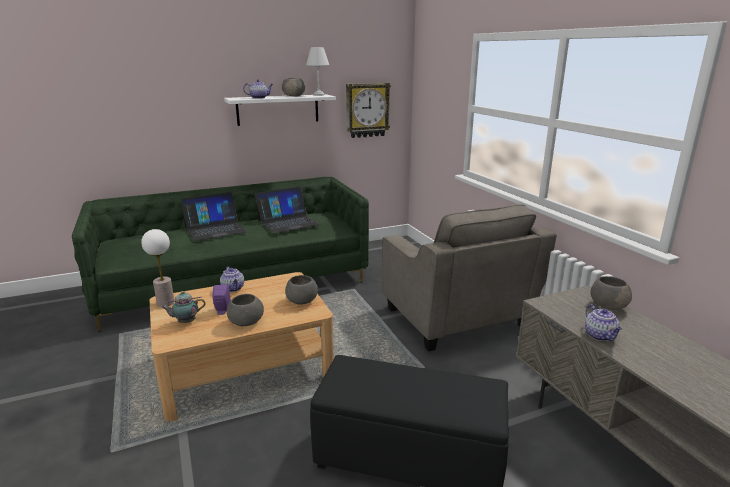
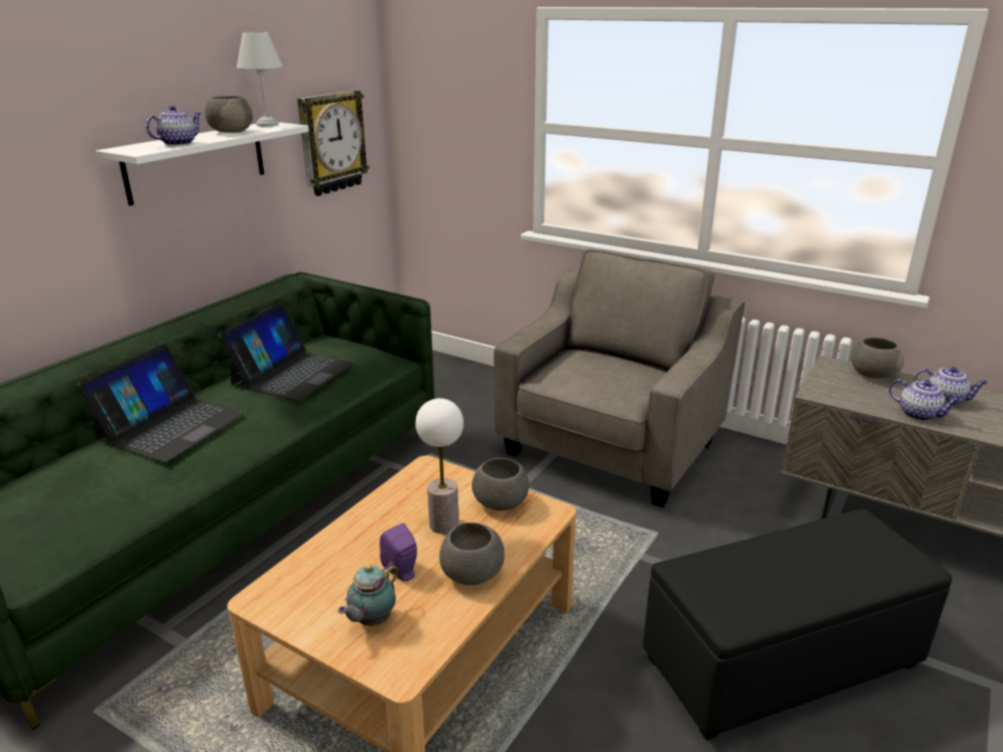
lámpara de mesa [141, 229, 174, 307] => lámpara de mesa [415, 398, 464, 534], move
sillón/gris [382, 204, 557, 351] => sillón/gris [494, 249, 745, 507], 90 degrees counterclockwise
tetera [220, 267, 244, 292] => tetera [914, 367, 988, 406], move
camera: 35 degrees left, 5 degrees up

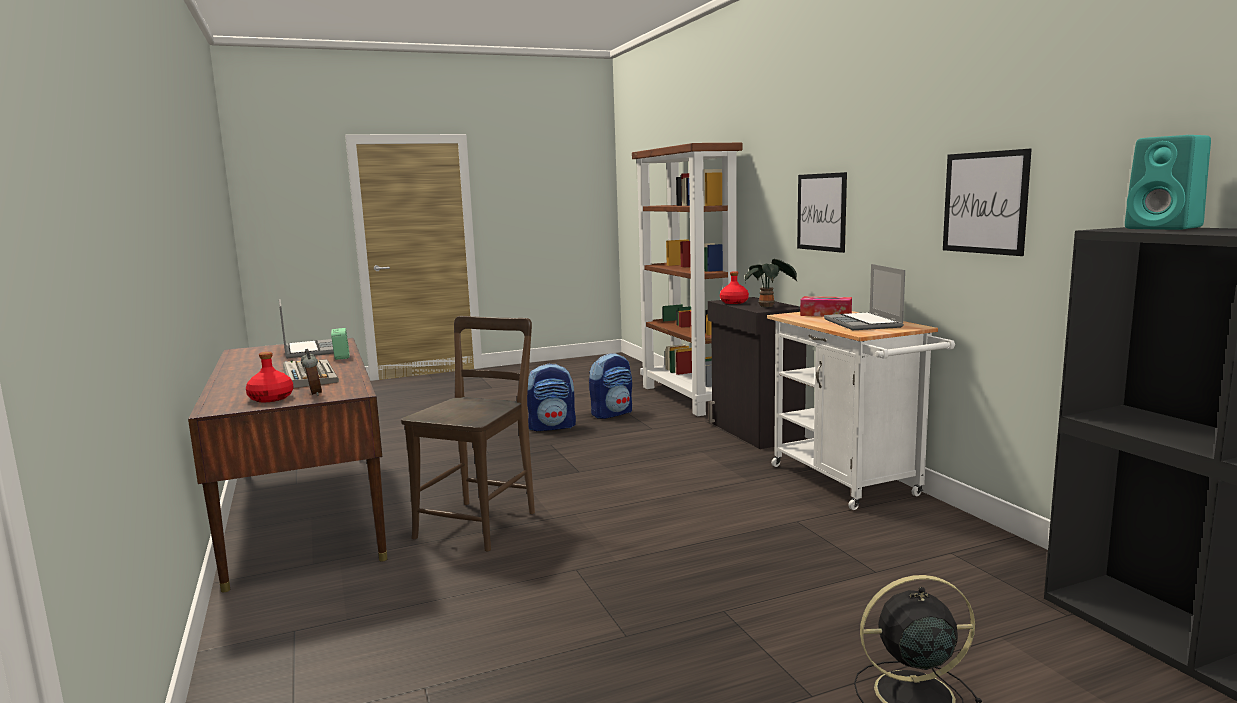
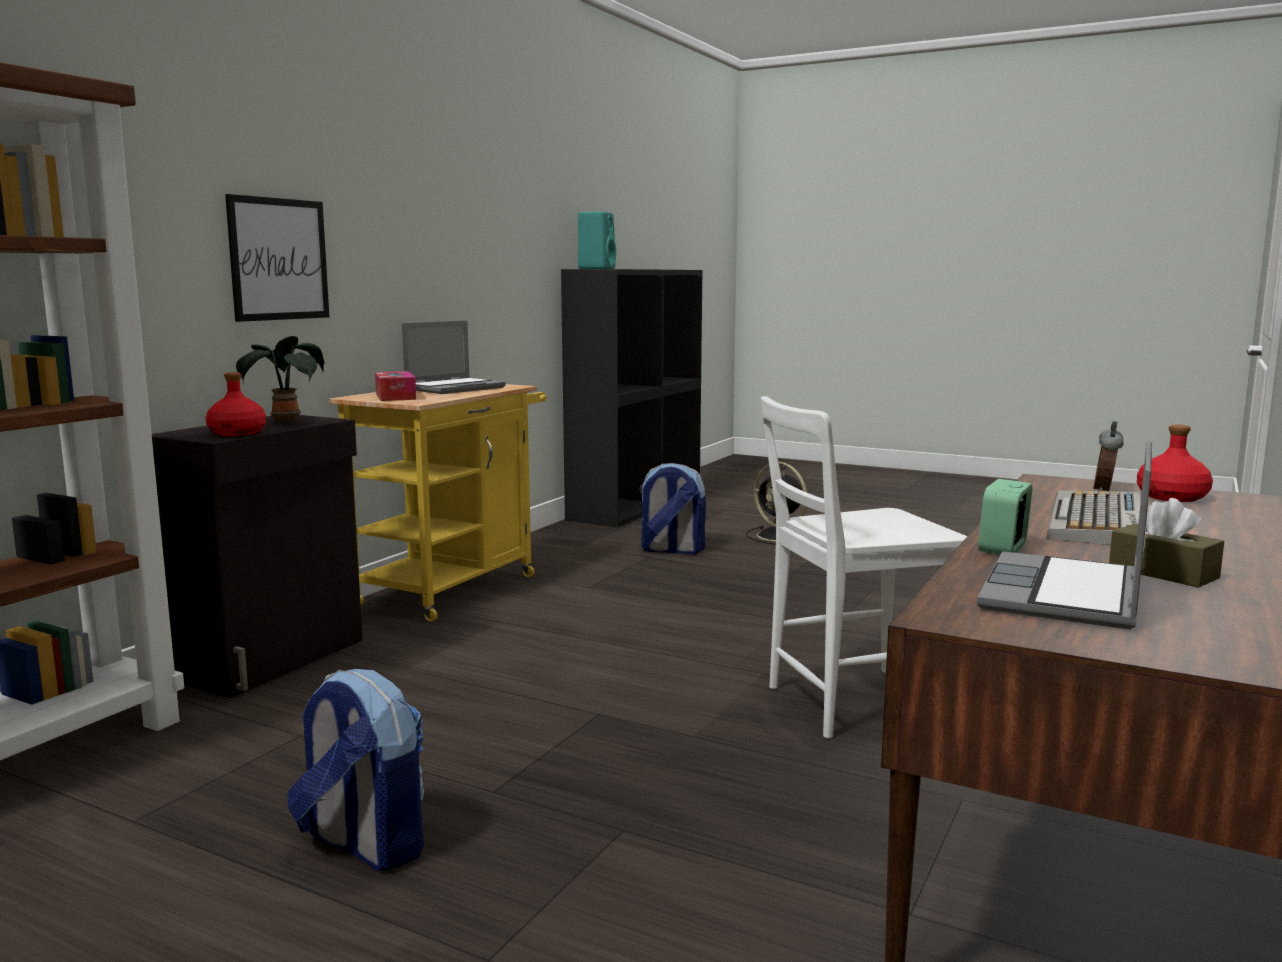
carrito/blanco [767, 311, 955, 510] => carrito/amarillo [329, 384, 547, 621]
mochila [589, 353, 632, 419] => mochila [639, 463, 706, 555], move
silla/marrón [401, 316, 535, 551] => silla/blanco [760, 396, 967, 738]
nothing => caja de pañuelos/marrón [1109, 498, 1224, 588]
cuadro [943, 149, 1032, 256] => nothing
camera: 130 degrees left, 0 degrees up

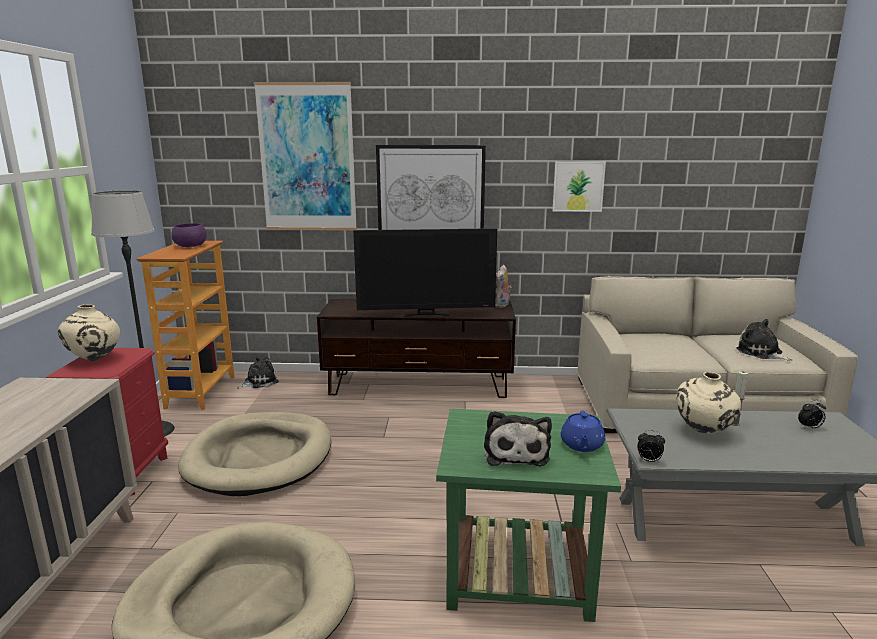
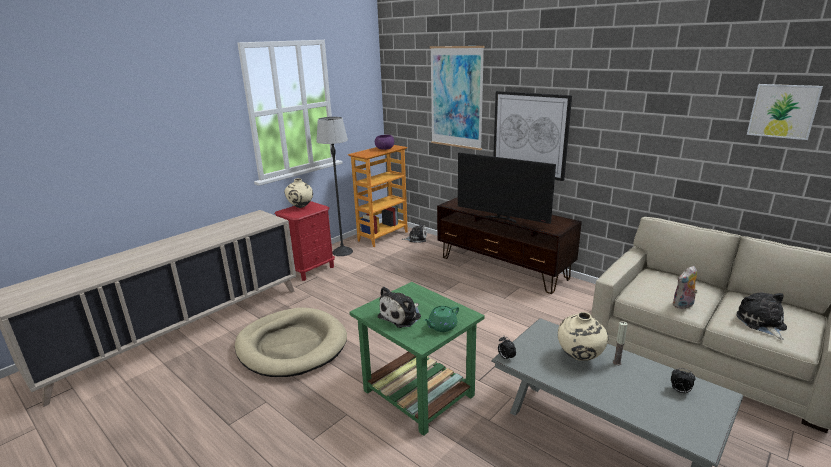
tetera/azul [561, 411, 605, 452] => tetera/verde [424, 306, 459, 332]
peluche [495, 265, 512, 308] => peluche [672, 266, 697, 309], move
cuadro [553, 161, 606, 212] => cuadro [747, 84, 823, 140], move
cama para perro/beis [178, 412, 331, 496] => nothing
camera: 40 degrees right, 5 degrees up

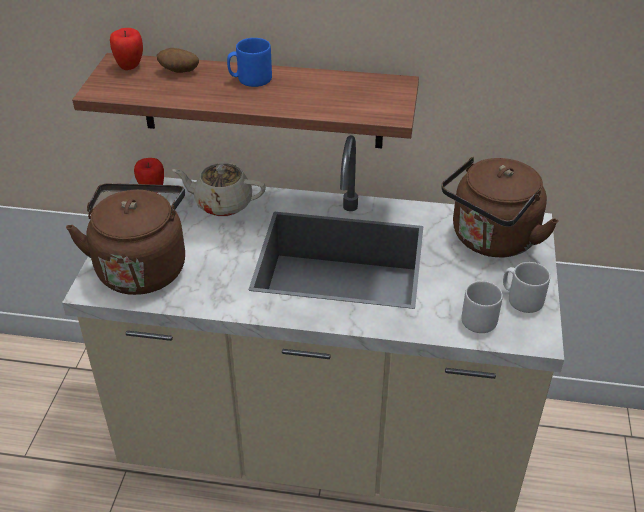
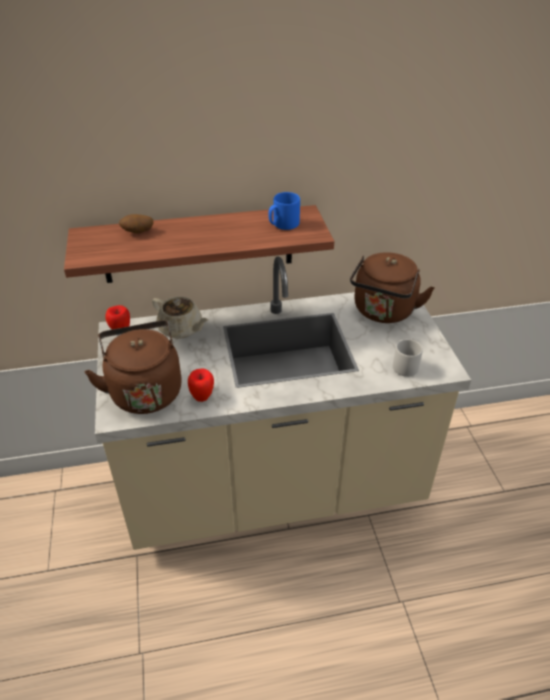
tetera/beis [173, 163, 266, 216] => tetera/beis [152, 297, 208, 338], 135 degrees counterclockwise
manzana [110, 28, 143, 70] => manzana [188, 368, 214, 402], move
taza grande/azul [227, 38, 272, 87] => taza grande/azul [269, 192, 300, 230], move
taza grande/gris [503, 262, 550, 313] => nothing
camera: 20 degrees left, 0 degrees up

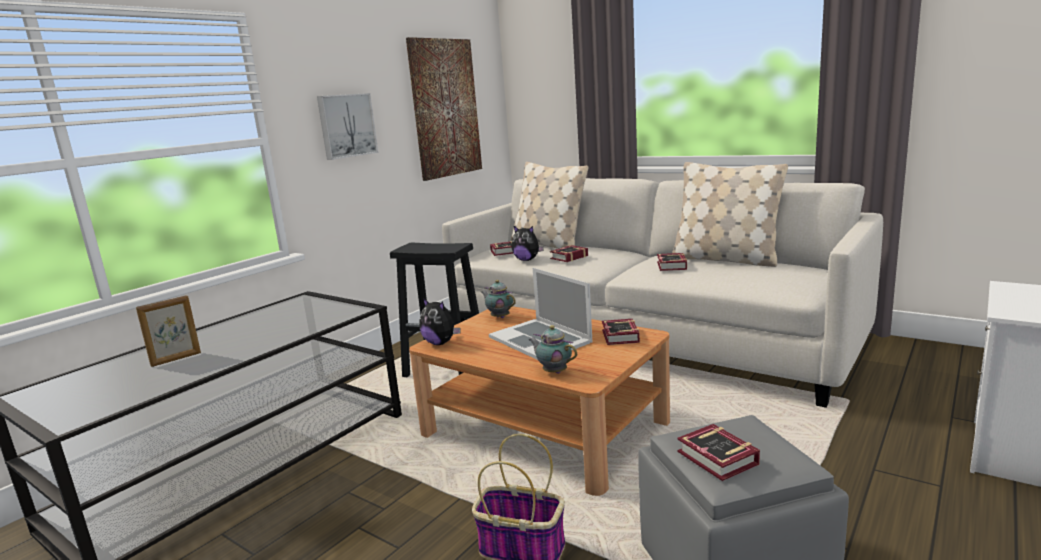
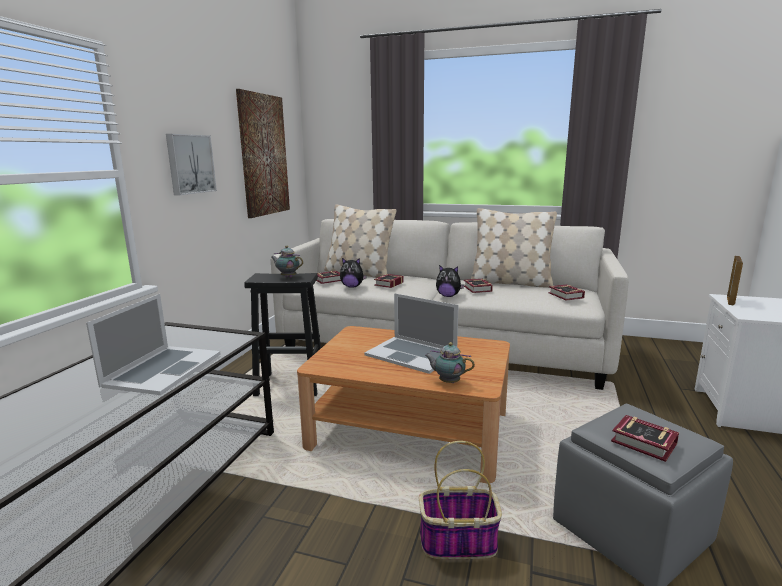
nothing => portátil [86, 294, 220, 395]
tetera [481, 280, 516, 318] => tetera [271, 246, 303, 278], move
peluche [419, 298, 460, 345] => peluche [436, 265, 464, 297], move
libro [602, 319, 640, 345] => libro [549, 284, 585, 301], move
portarretratos [136, 295, 201, 367] => portarretratos [727, 256, 743, 305], move
camera: 20 degrees left, 0 degrees up

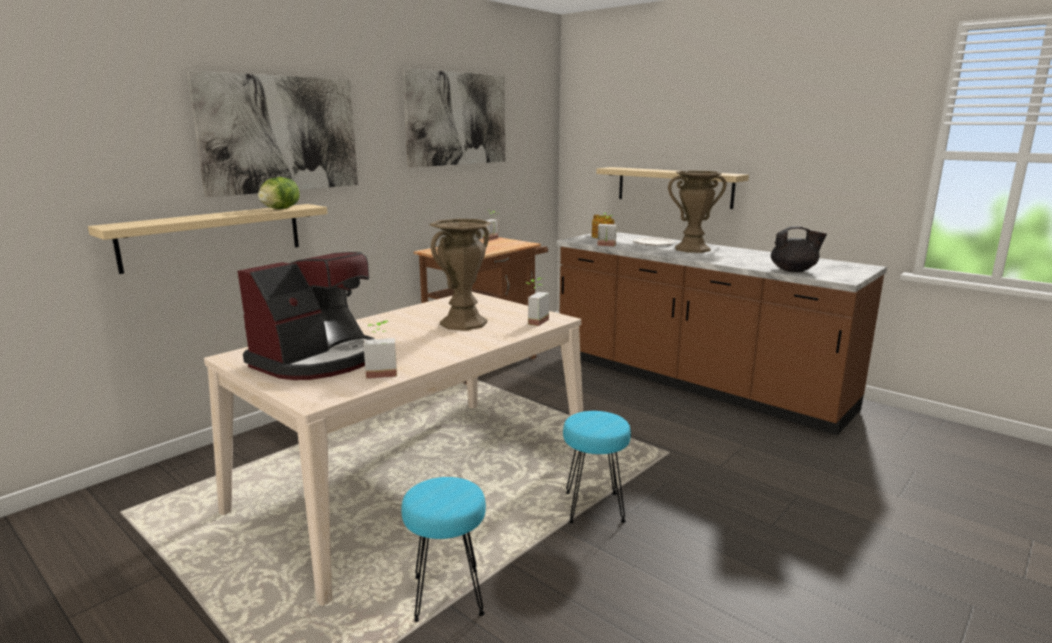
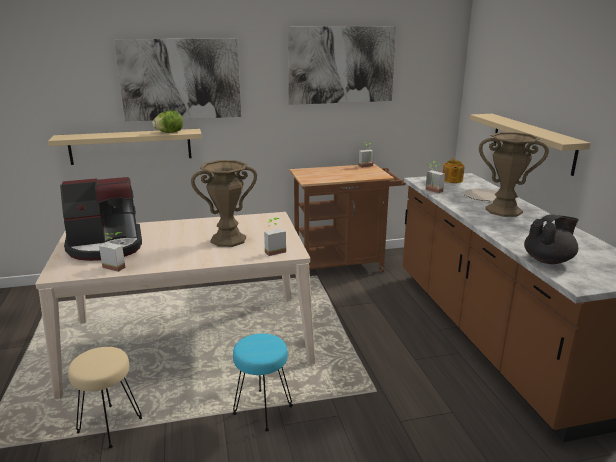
taburete/turquesa [401, 477, 486, 622] => taburete/beis [68, 347, 142, 449]
tetera/negro [771, 226, 827, 272] => tetera/negro [524, 214, 579, 264], 75 degrees counterclockwise
camera: 35 degrees right, 5 degrees up

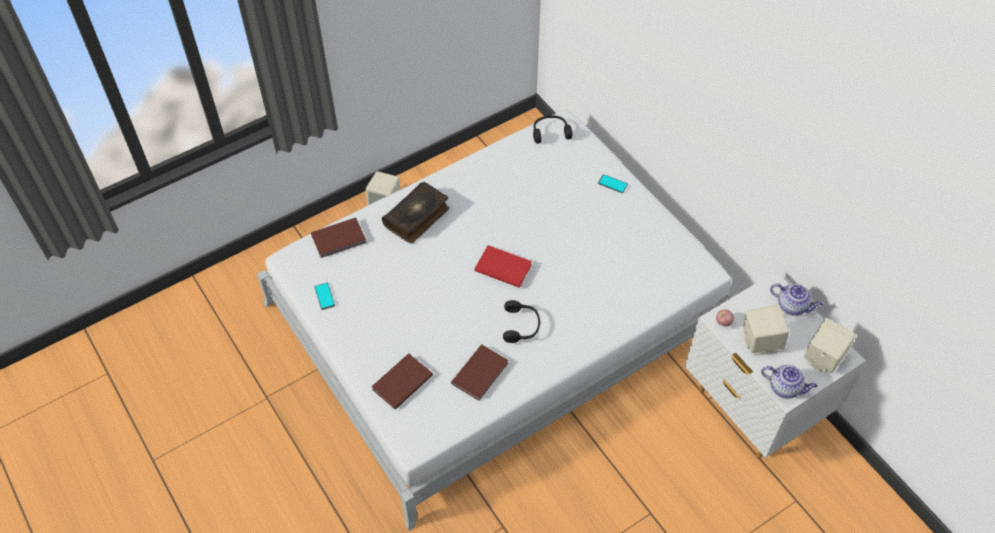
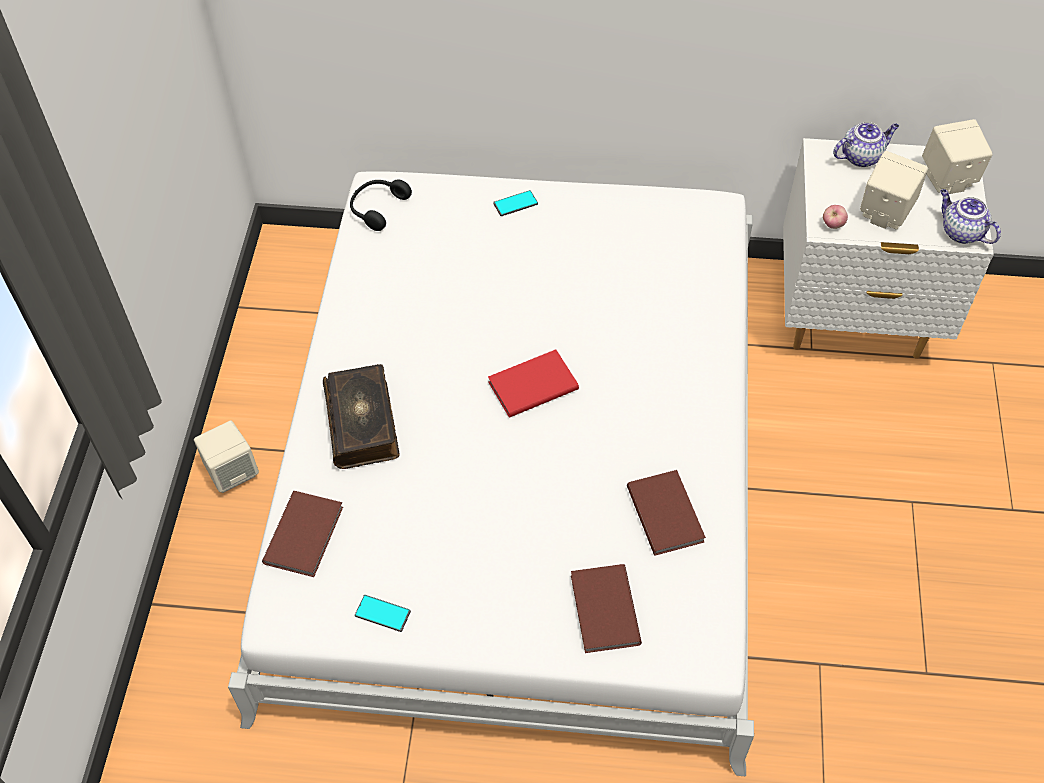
tetera [761, 365, 817, 399] => tetera [940, 189, 1001, 244], 105 degrees counterclockwise
auriculares/negro [503, 300, 540, 343] => nothing
camera: 50 degrees left, 0 degrees up

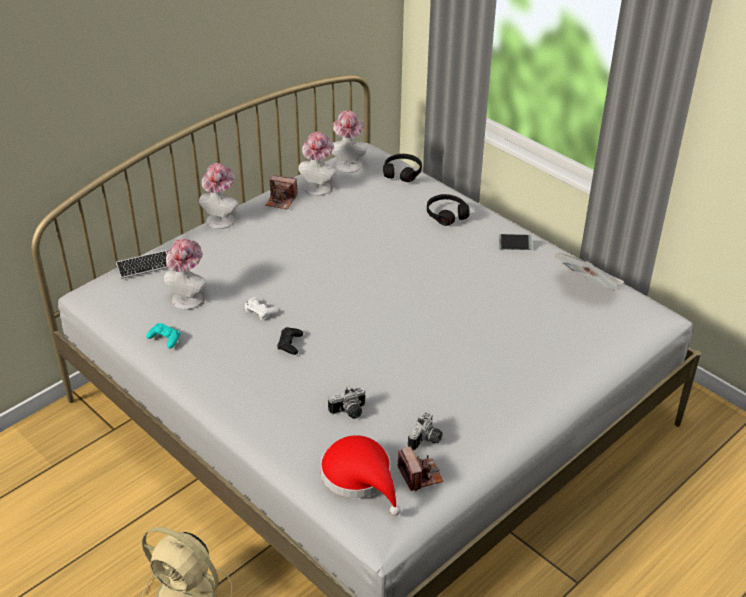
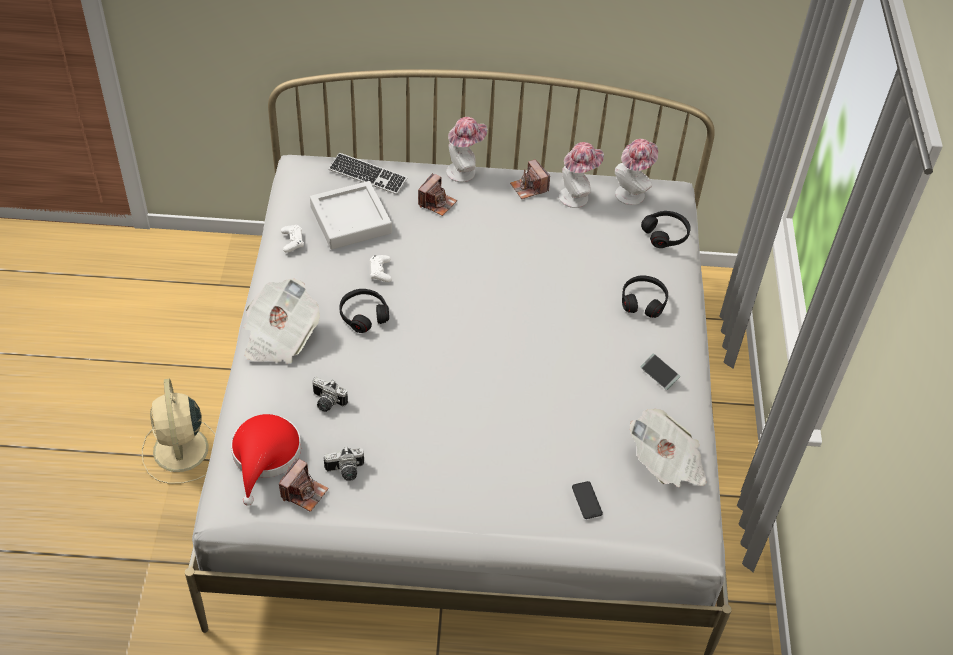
nothing => periódico [244, 279, 320, 364]
mando de consola/turquesa [146, 323, 181, 349] => mando de consola/blanco [281, 225, 304, 252]
sombrero [164, 239, 207, 310] => bandeja/gris [310, 181, 392, 249]
mando de consola/negro [277, 327, 303, 355] => auriculares/negro [339, 289, 389, 333]
nothing => cámara [418, 173, 457, 216]
nothing => móvil [572, 481, 603, 519]
camera: 45 degrees right, 10 degrees up

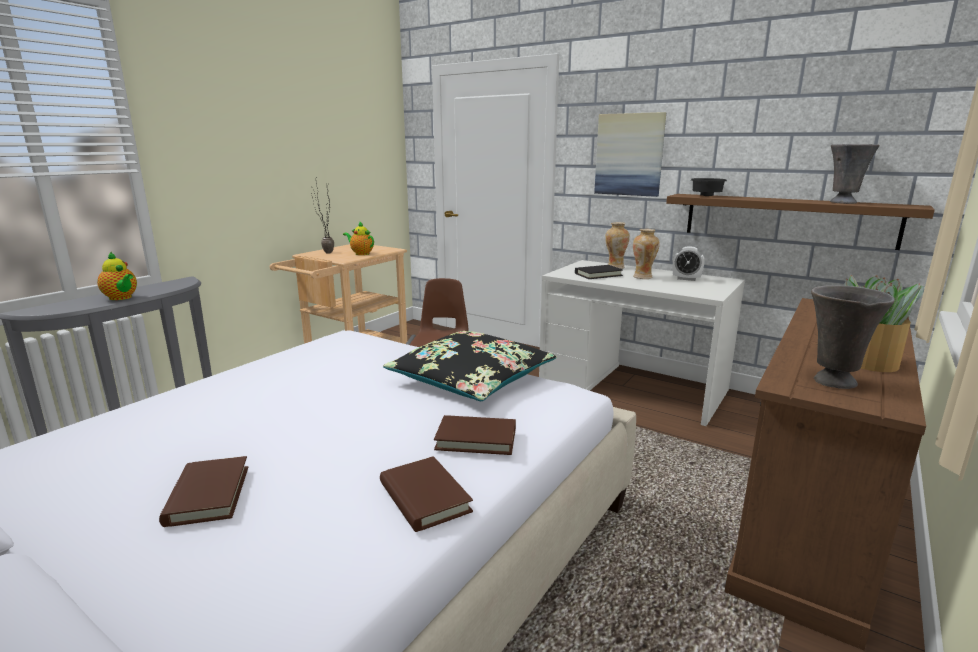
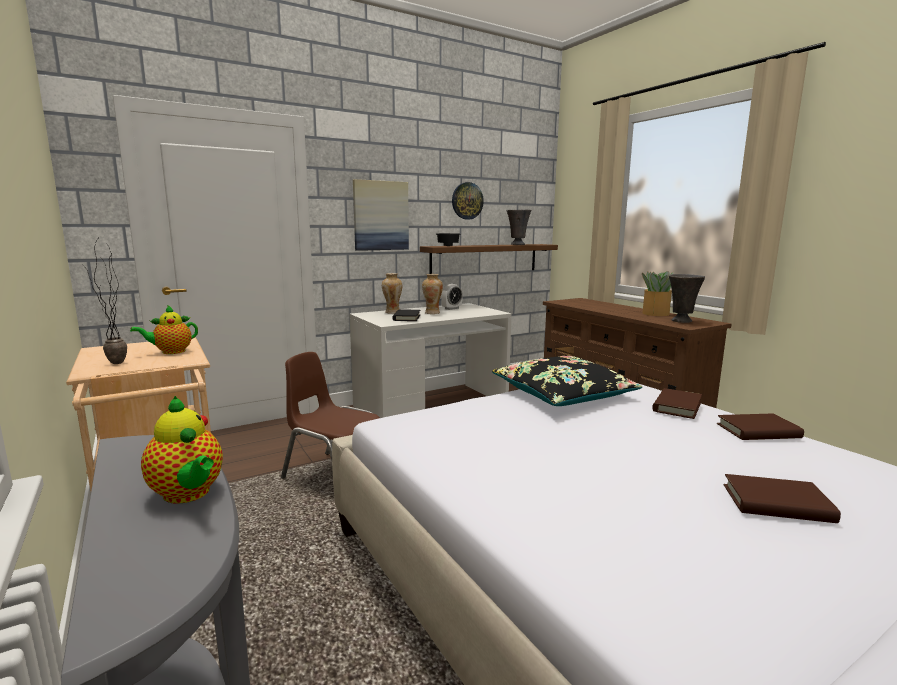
tetera [97, 252, 137, 300] => tetera [141, 396, 223, 504], 75 degrees clockwise
nothing => reloj de pared [452, 182, 484, 220]
camera: 65 degrees left, 5 degrees down

